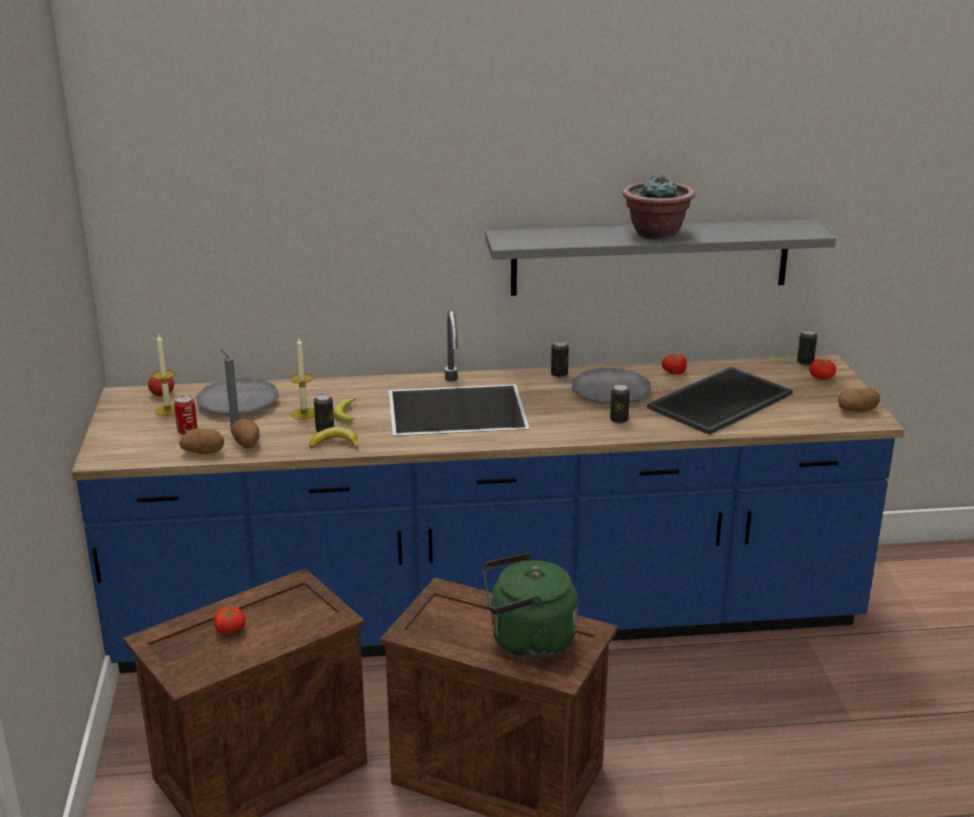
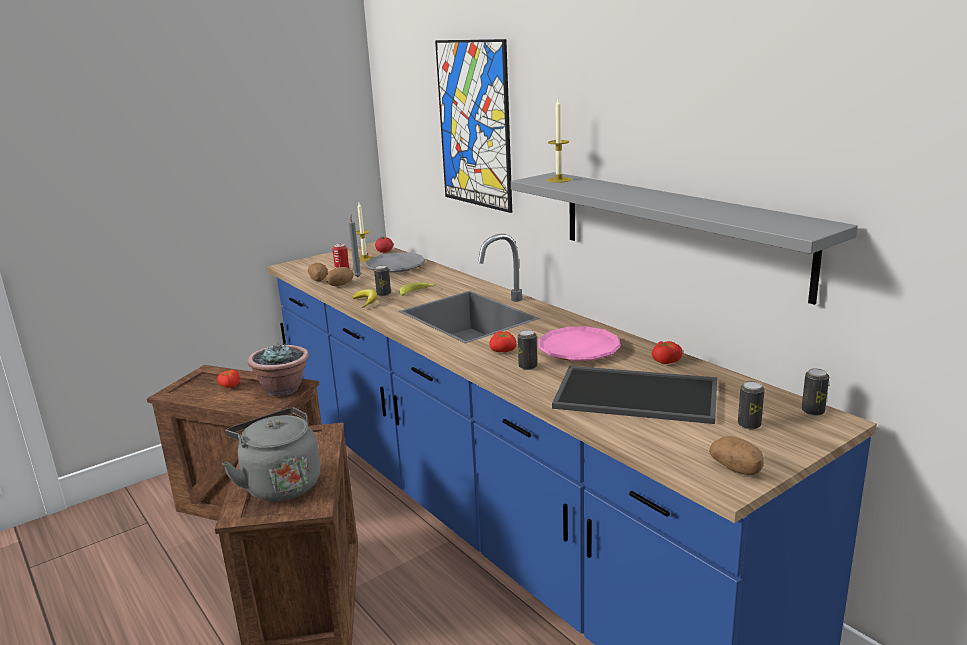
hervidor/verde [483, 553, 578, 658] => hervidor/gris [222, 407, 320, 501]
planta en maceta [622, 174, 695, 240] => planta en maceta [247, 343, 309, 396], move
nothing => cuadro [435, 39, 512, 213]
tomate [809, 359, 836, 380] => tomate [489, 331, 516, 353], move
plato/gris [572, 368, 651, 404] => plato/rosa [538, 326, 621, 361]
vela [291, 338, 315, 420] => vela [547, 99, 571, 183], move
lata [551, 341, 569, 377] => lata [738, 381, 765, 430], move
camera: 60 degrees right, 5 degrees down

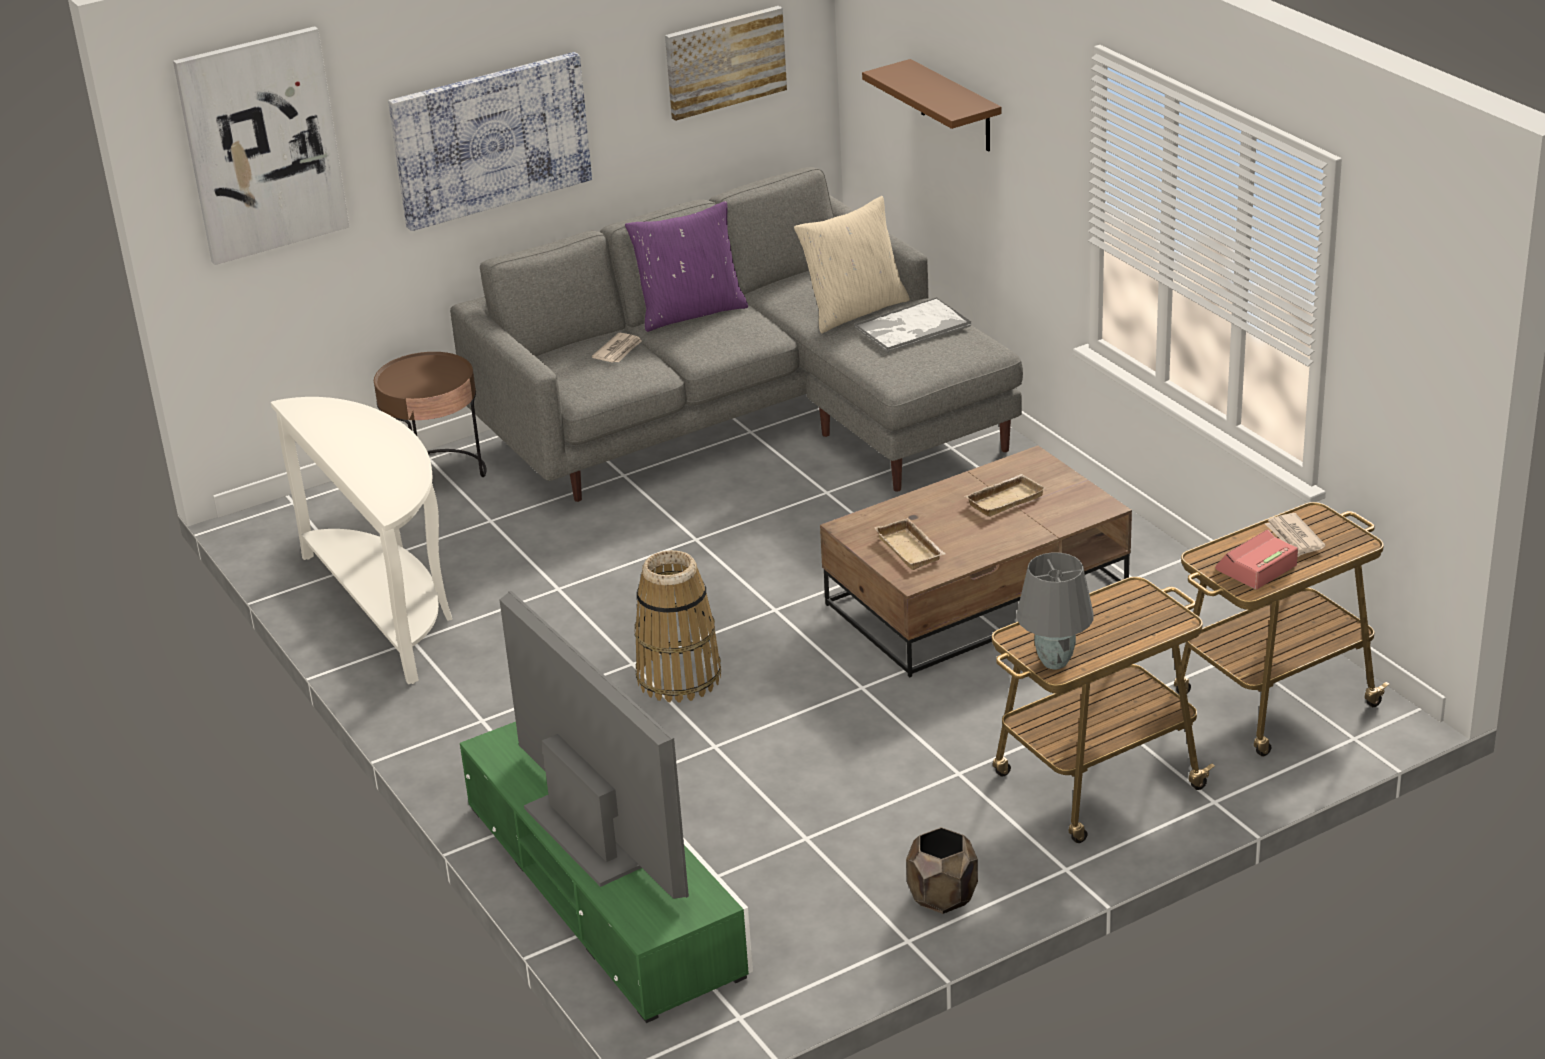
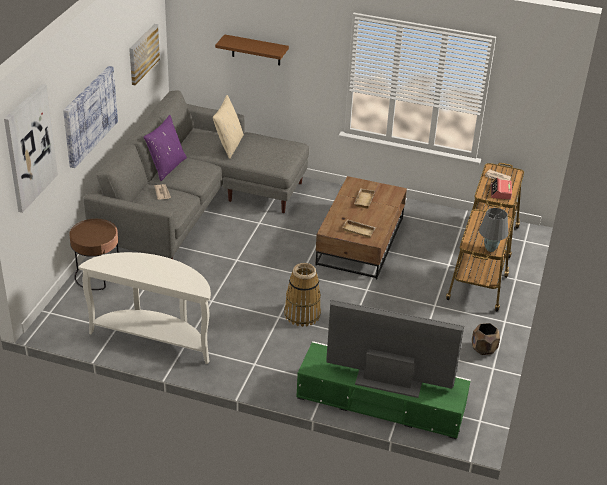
bandeja [854, 298, 971, 353] => nothing
camera: 45 degrees left, 5 degrees up

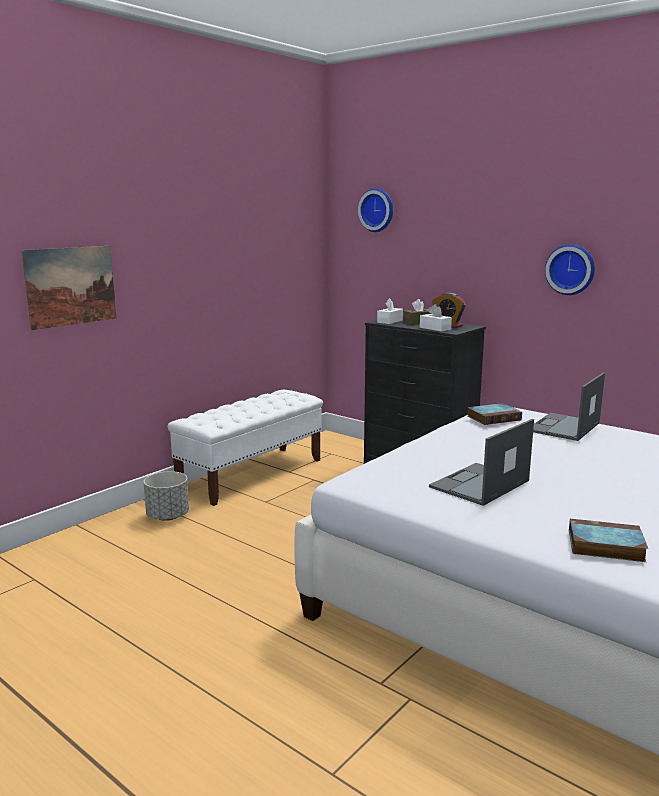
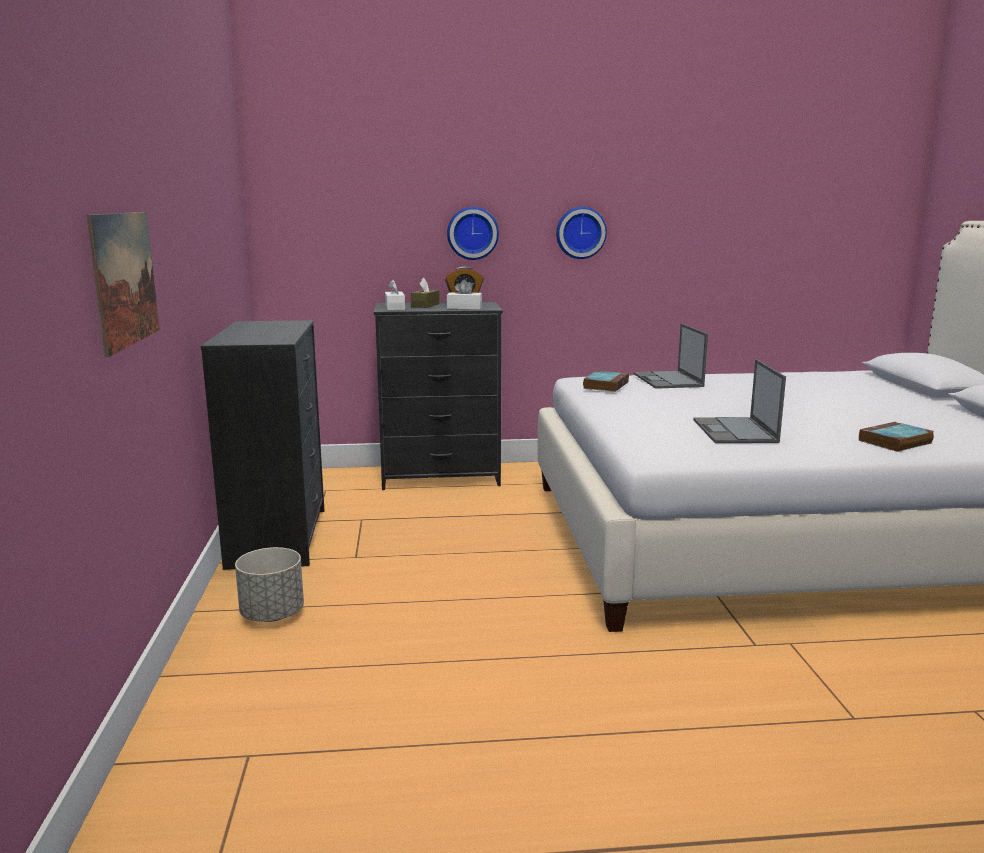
banco/blanco [168, 390, 323, 506] => cómoda/negro [201, 320, 325, 570]
reloj de pared [358, 188, 393, 232] => reloj de pared [447, 207, 499, 260], move
camera: 45 degrees left, 0 degrees up

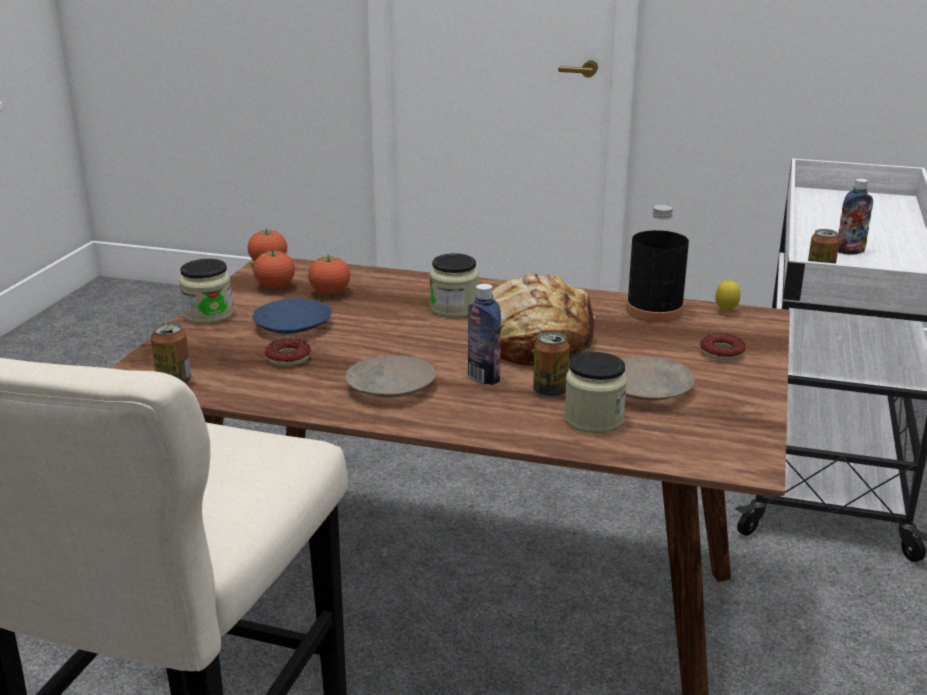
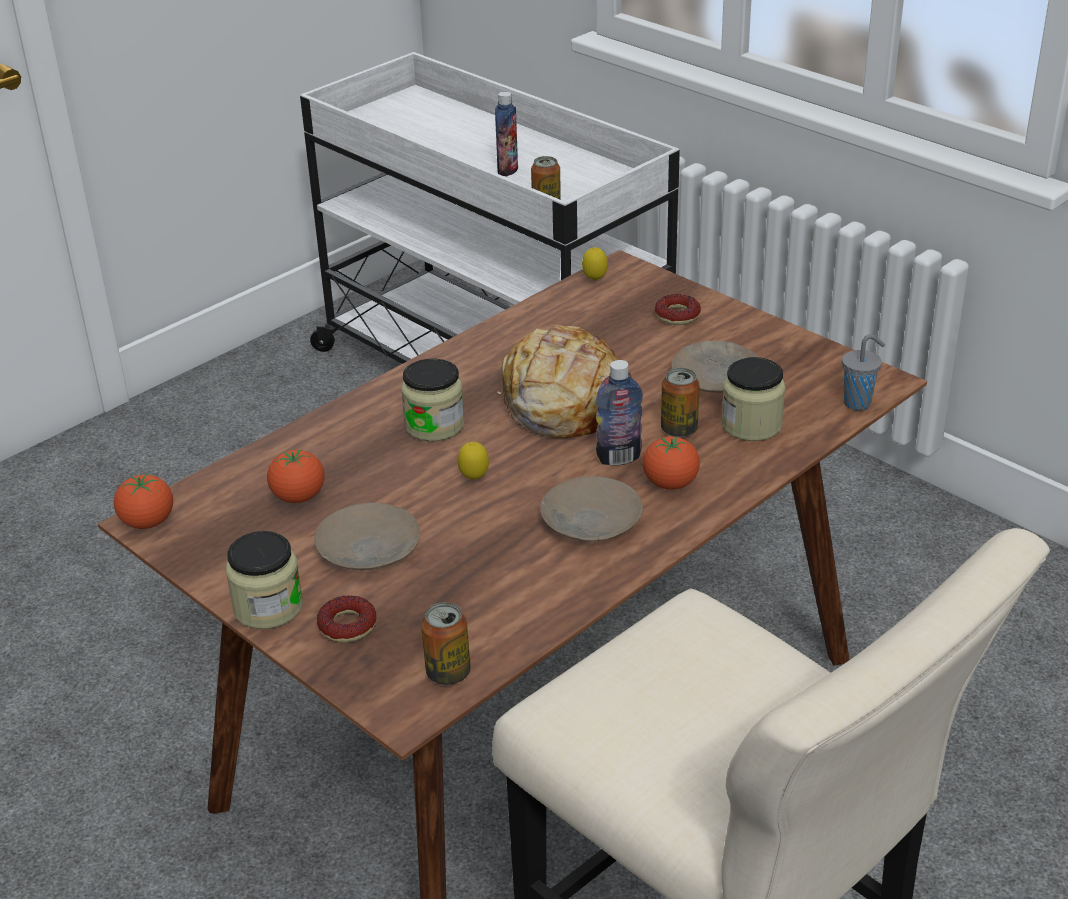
plato/azul [252, 298, 331, 334] => plato/beis [314, 503, 420, 570]
rosquilla [265, 338, 311, 366] => rosquilla [317, 595, 376, 643], move
nothing => limón [458, 442, 489, 480]
tomate [253, 249, 295, 288] => tomate [643, 436, 700, 490], move
nothing => taza/gris [842, 334, 885, 410]
botella/negro [626, 205, 689, 323] => nothing
camera: 60 degrees left, 10 degrees up

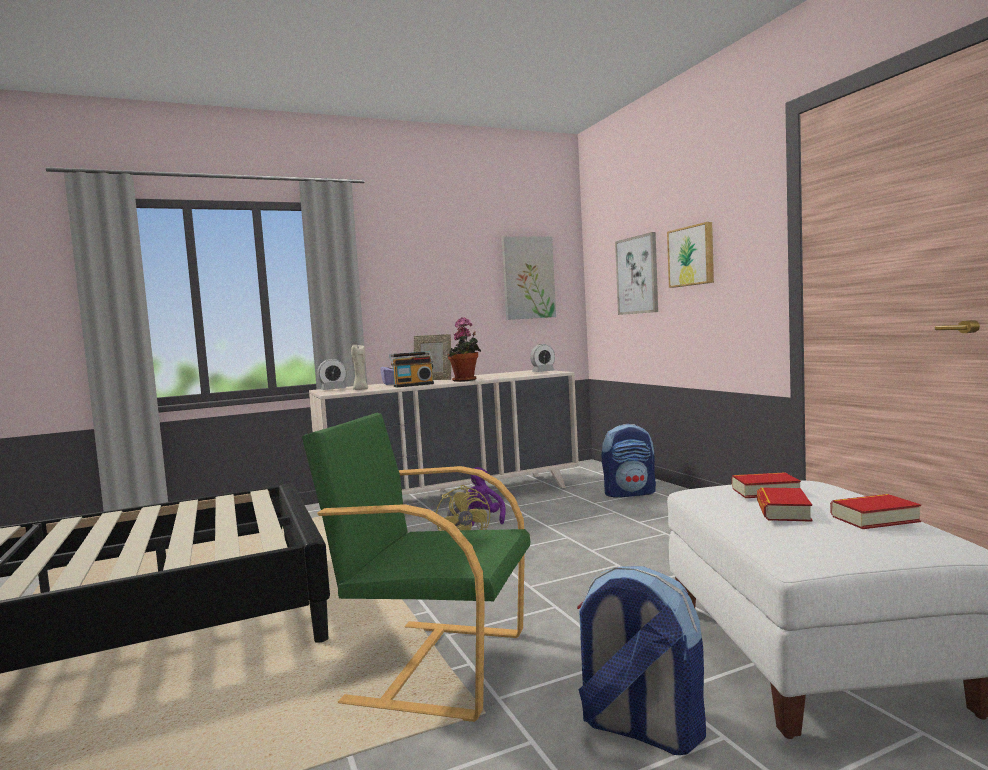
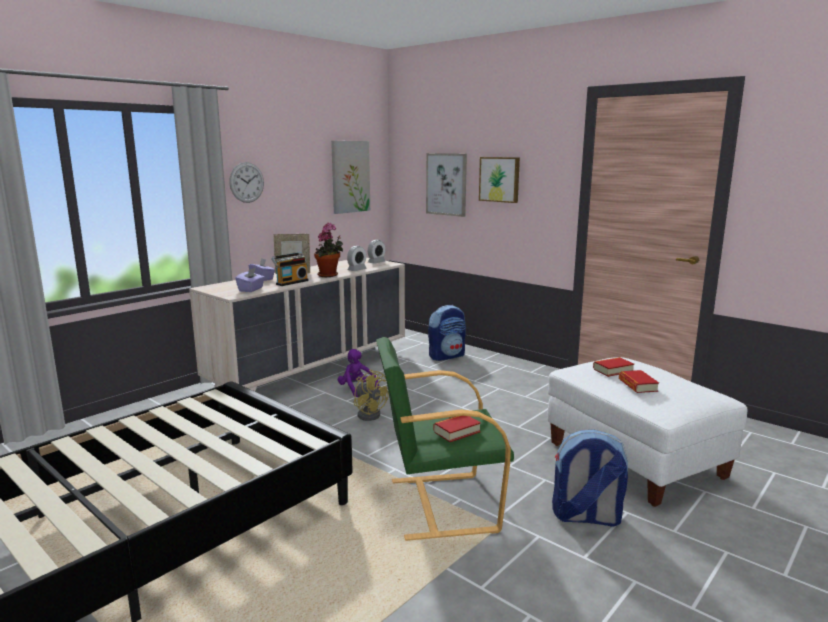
nothing => reloj de pared [229, 162, 264, 203]
vela/beis [351, 345, 368, 390] => caja de pañuelos/morado [235, 268, 265, 292]
despertador [317, 359, 347, 390] => despertador [347, 246, 367, 271], move
libro [830, 494, 921, 529] => libro [434, 416, 481, 442], move
camera: 25 degrees left, 10 degrees up

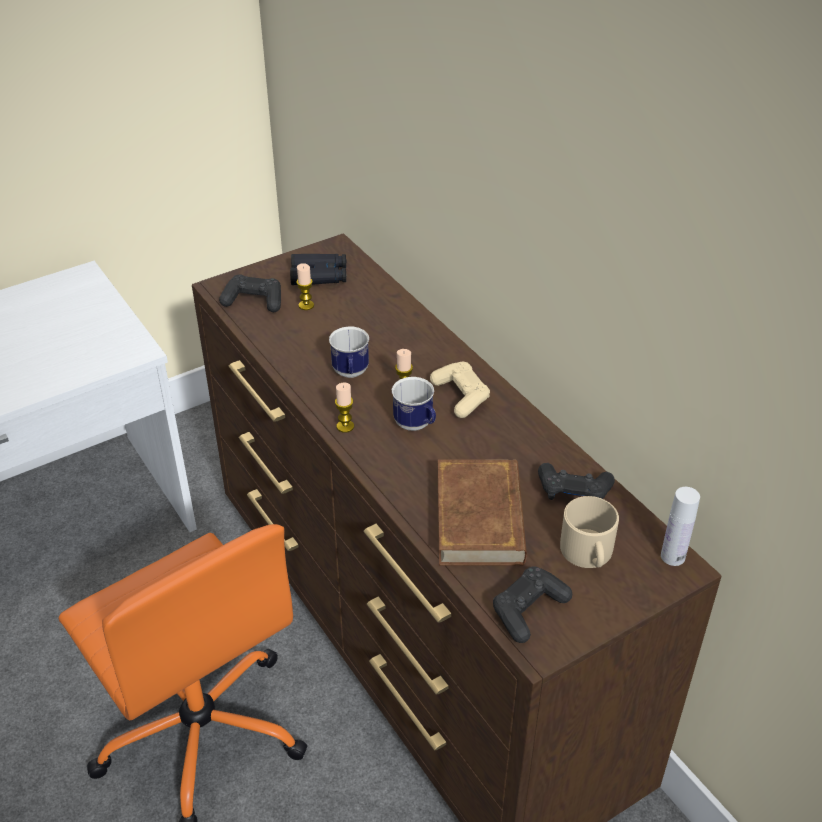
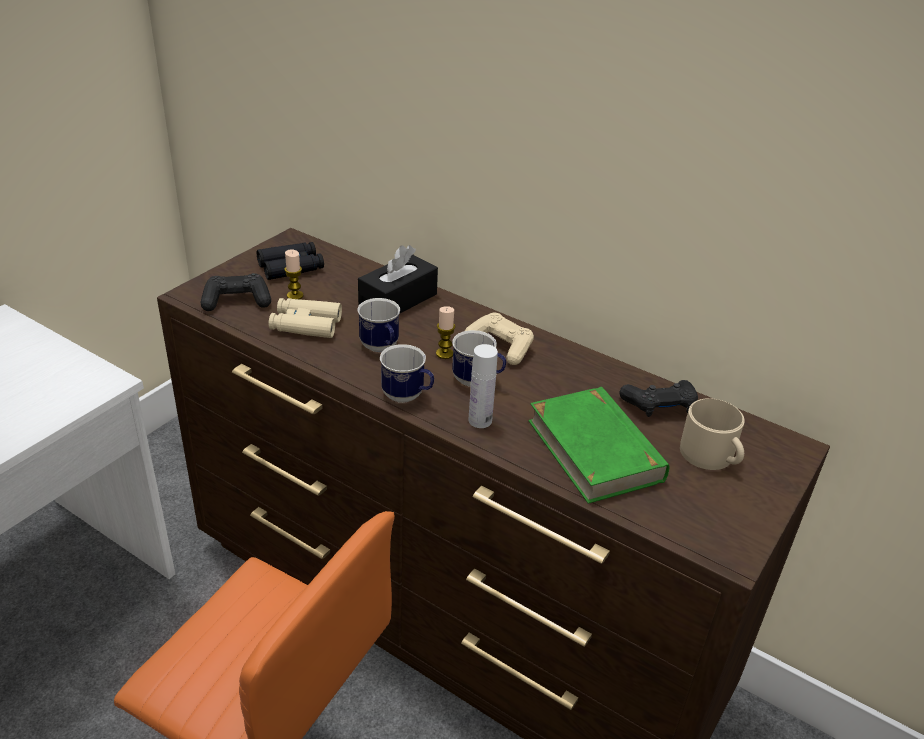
nothing => prismáticos/beis [269, 298, 342, 338]
nothing => caja de pañuelos/negro [358, 245, 438, 314]
vela [335, 382, 354, 433] => taza grande [380, 344, 434, 403]
botella/blanco [661, 487, 700, 566] => botella/blanco [468, 344, 498, 428], move
libro/marrón [438, 459, 527, 566] => libro/verde [528, 387, 669, 504]
mando de consola/negro [493, 566, 572, 643] => nothing
camera: 25 degrees left, 5 degrees down

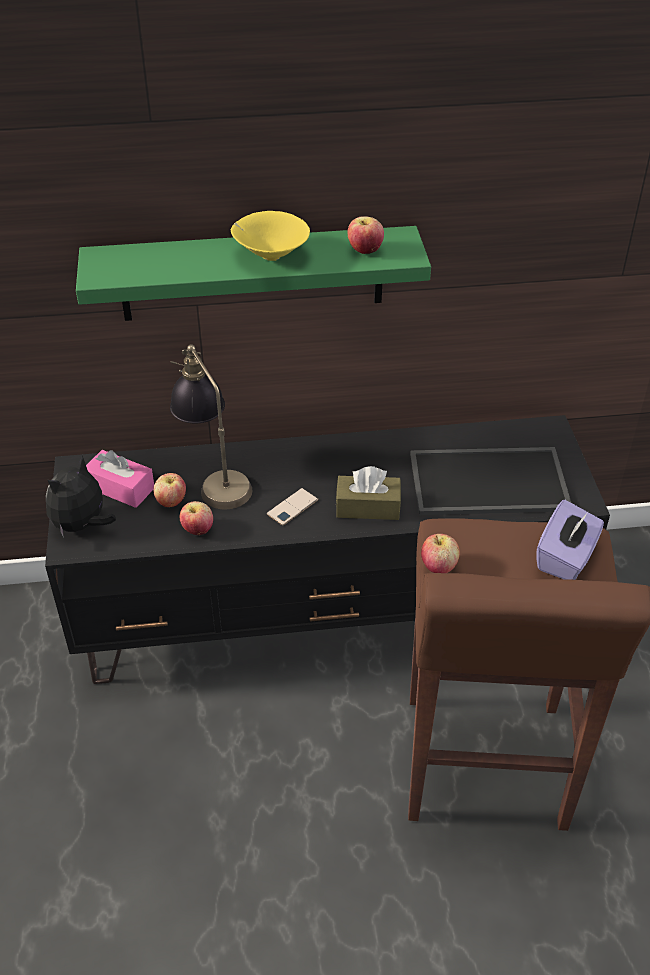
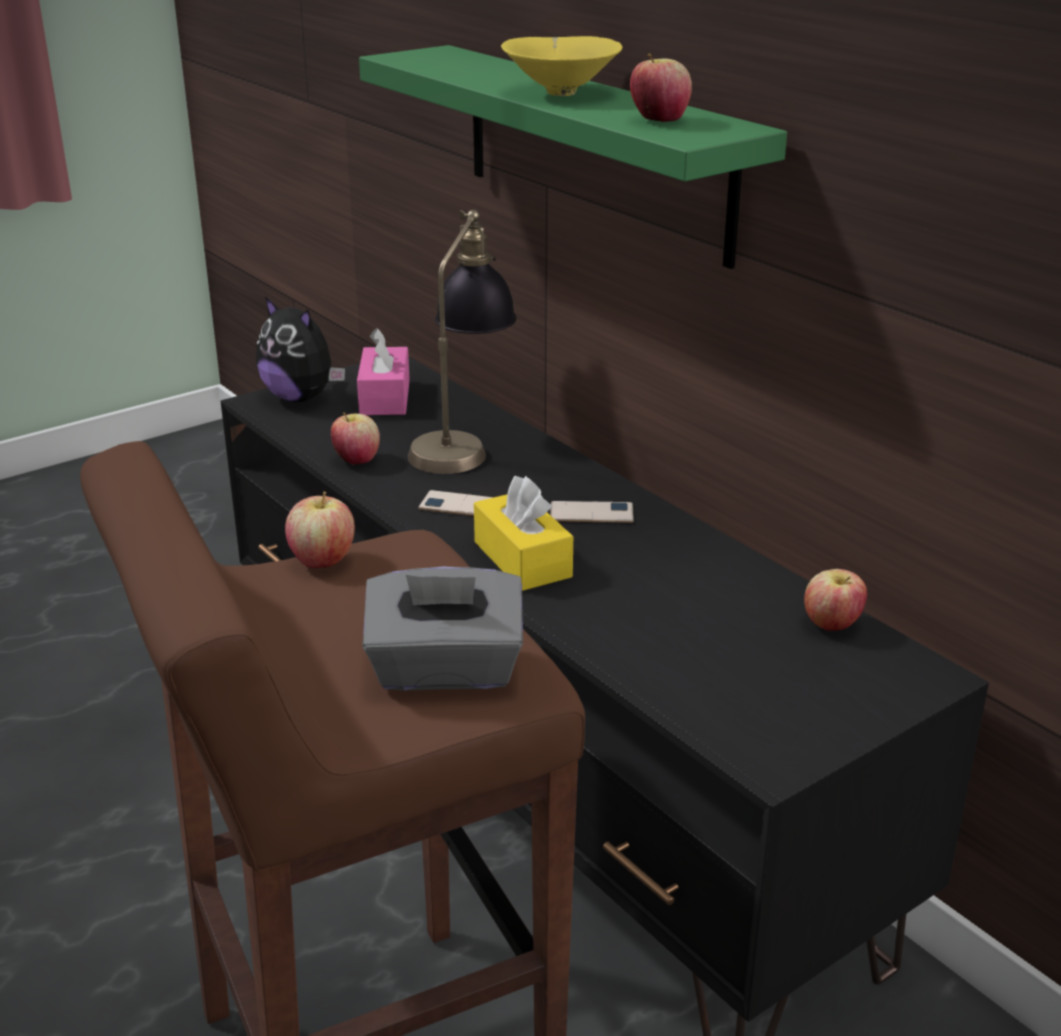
peluche [46, 455, 116, 538] => peluche [256, 296, 345, 402], 150 degrees counterclockwise
caja de pañuelos/morado [537, 500, 604, 580] => caja de pañuelos/gris [362, 567, 523, 691]
caja de pañuelos/marrón [336, 466, 401, 520] => caja de pañuelos/amarillo [474, 476, 573, 591]
nothing => móvil [550, 501, 634, 523]
manzana [154, 473, 186, 507] => manzana [804, 569, 867, 631], move
bandeja [410, 447, 571, 515] => nothing
camera: 60 degrees right, 15 degrees down

